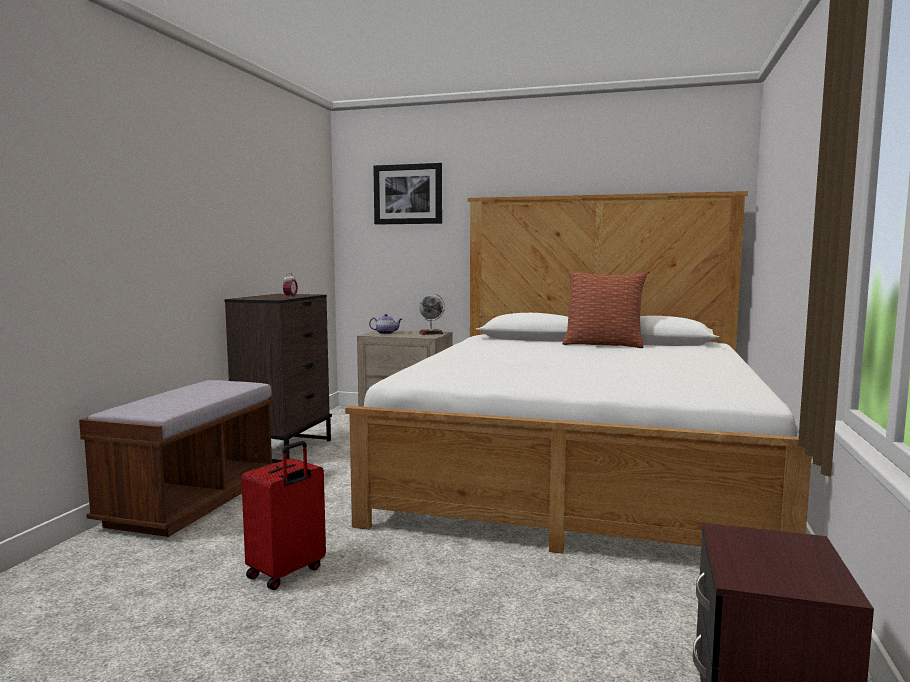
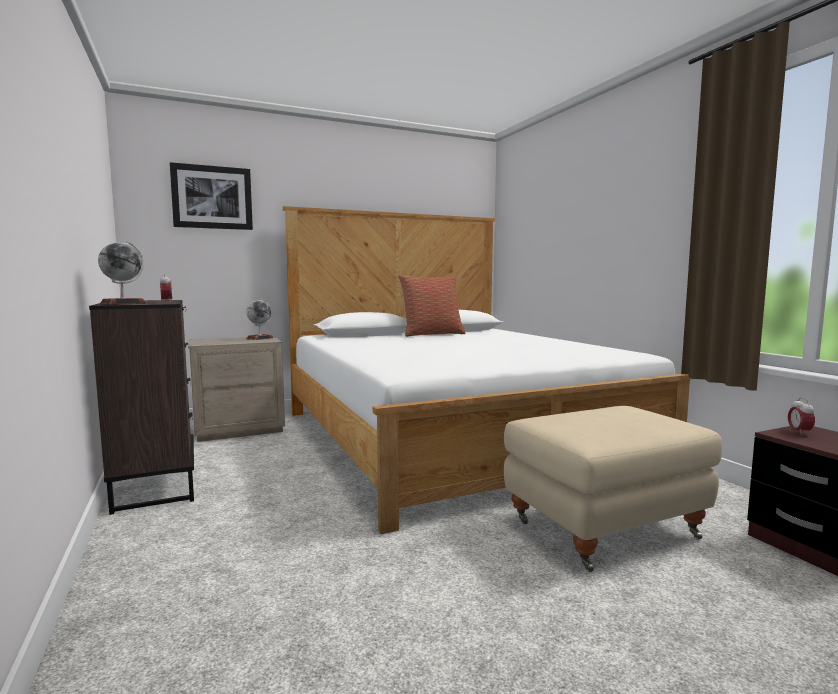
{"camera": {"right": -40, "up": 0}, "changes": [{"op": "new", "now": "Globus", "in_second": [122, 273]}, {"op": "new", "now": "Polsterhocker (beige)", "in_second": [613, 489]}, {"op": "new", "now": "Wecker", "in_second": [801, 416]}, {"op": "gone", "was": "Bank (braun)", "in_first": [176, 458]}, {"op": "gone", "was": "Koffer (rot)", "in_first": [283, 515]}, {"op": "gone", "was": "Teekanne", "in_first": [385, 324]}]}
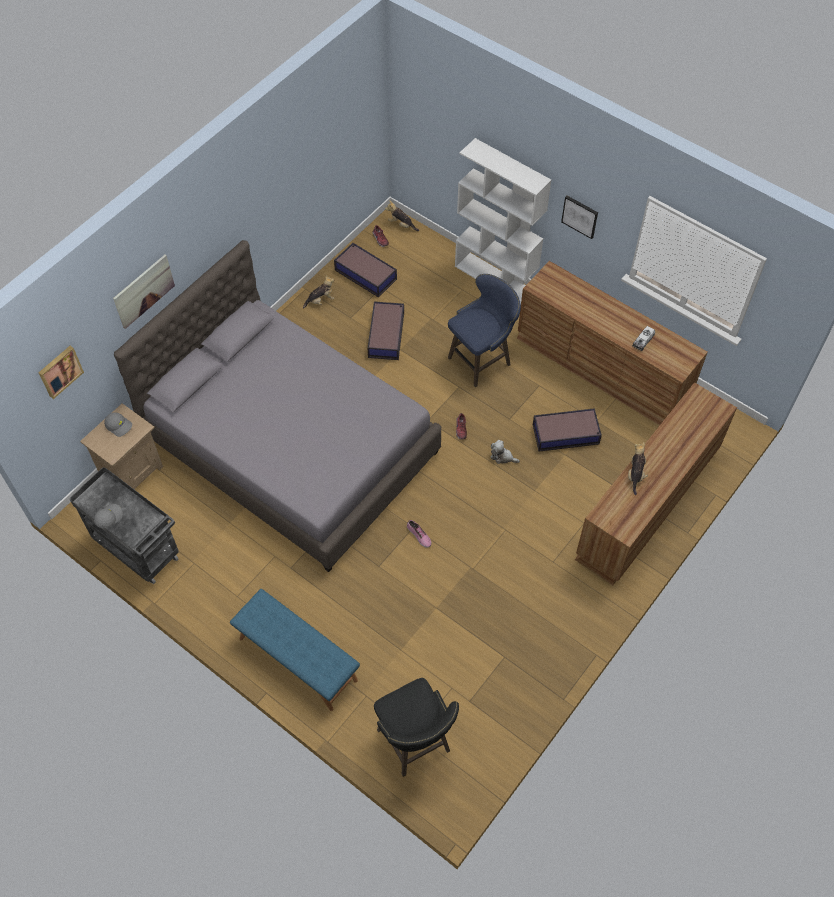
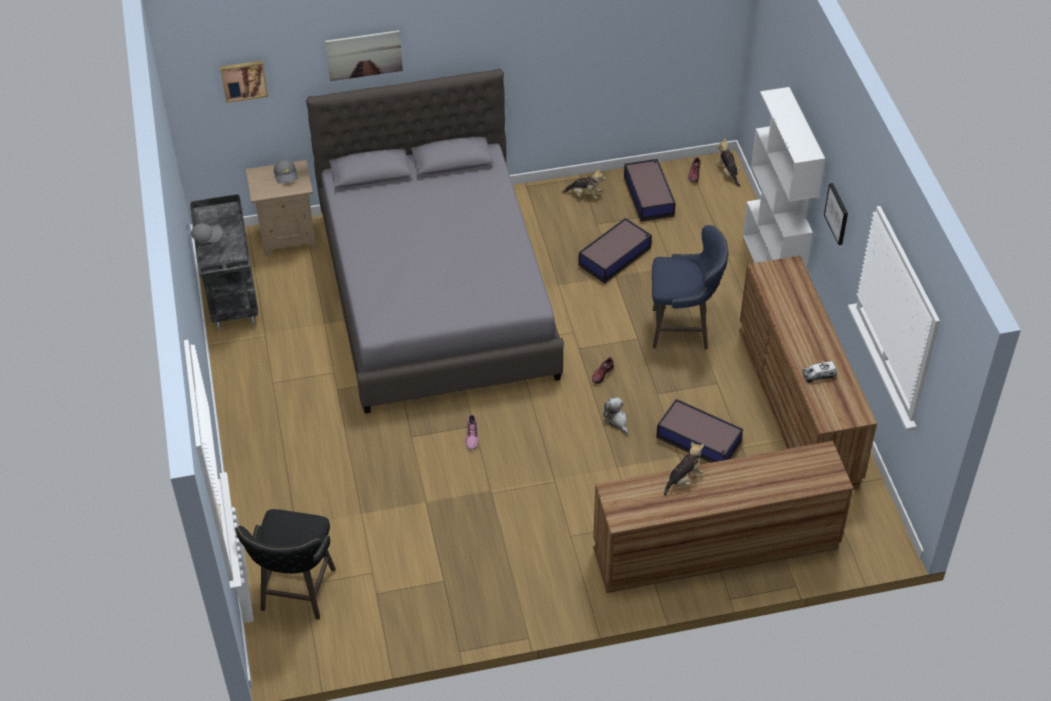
{"camera": {"right": 40, "up": -10}, "changes": [{"op": "gone", "was": "Bank (blau)", "in_first": [295, 650]}]}
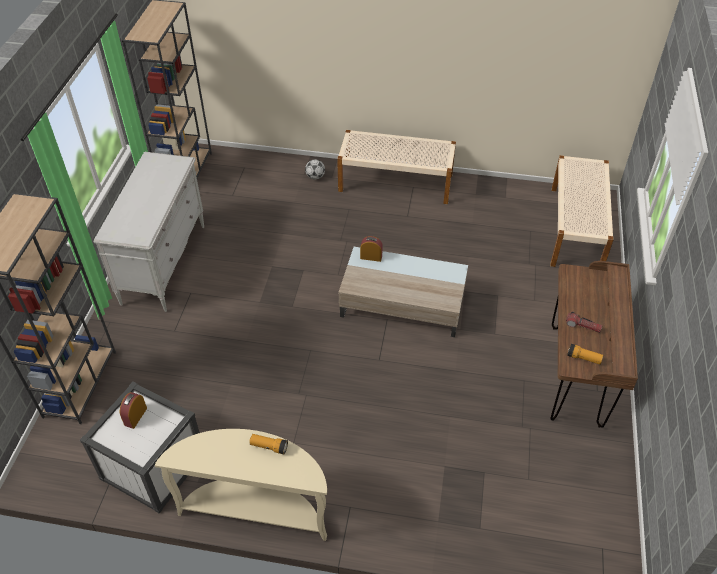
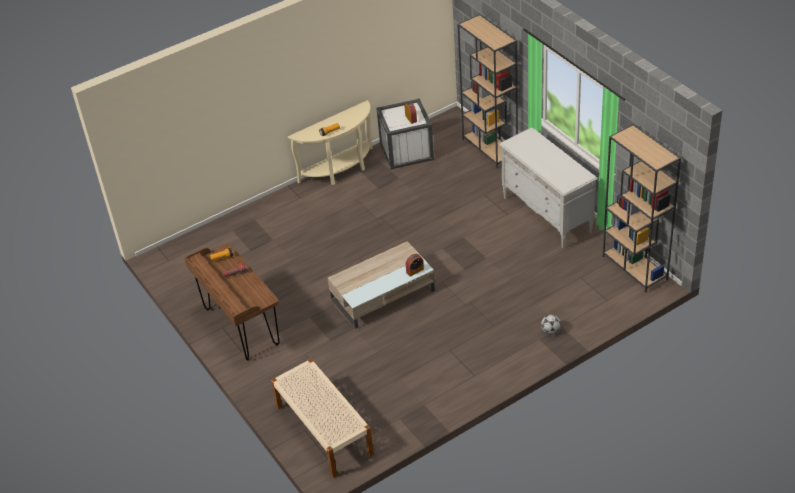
{"camera": {"right": 140, "up": -5}, "changes": [{"op": "gone", "was": "Bank (beige)", "in_first": [396, 167]}]}
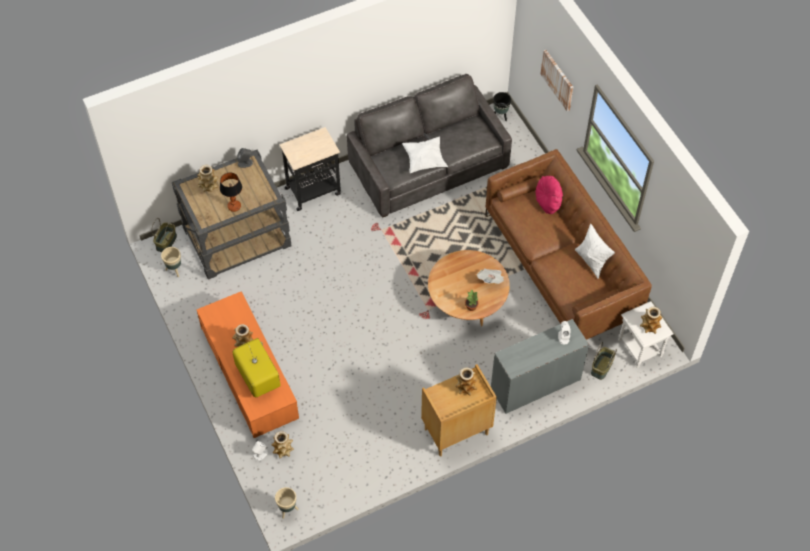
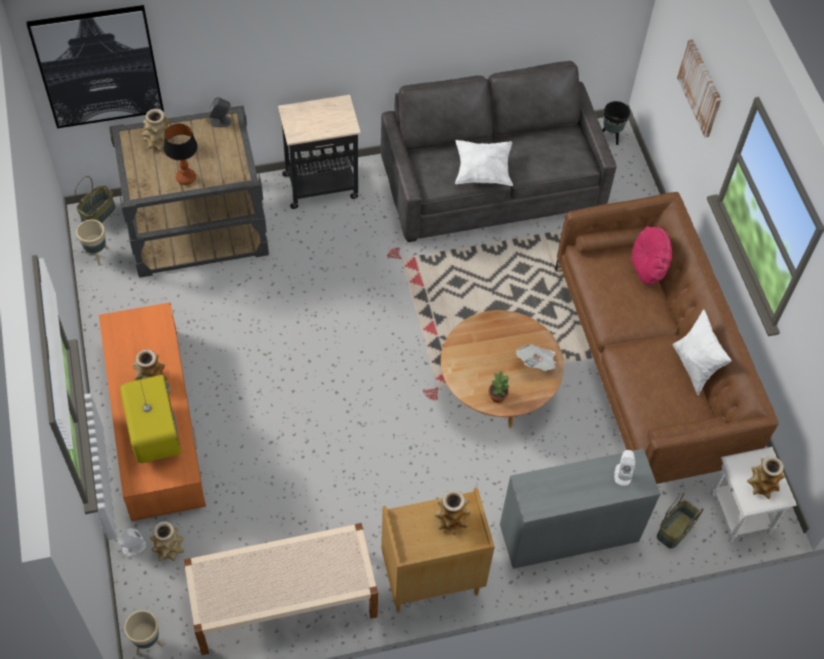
{"camera": {"right": 10, "up": 0}, "changes": [{"op": "new", "now": "Bild", "in_second": [95, 66]}, {"op": "new", "now": "Bank (beige)", "in_second": [280, 589]}]}
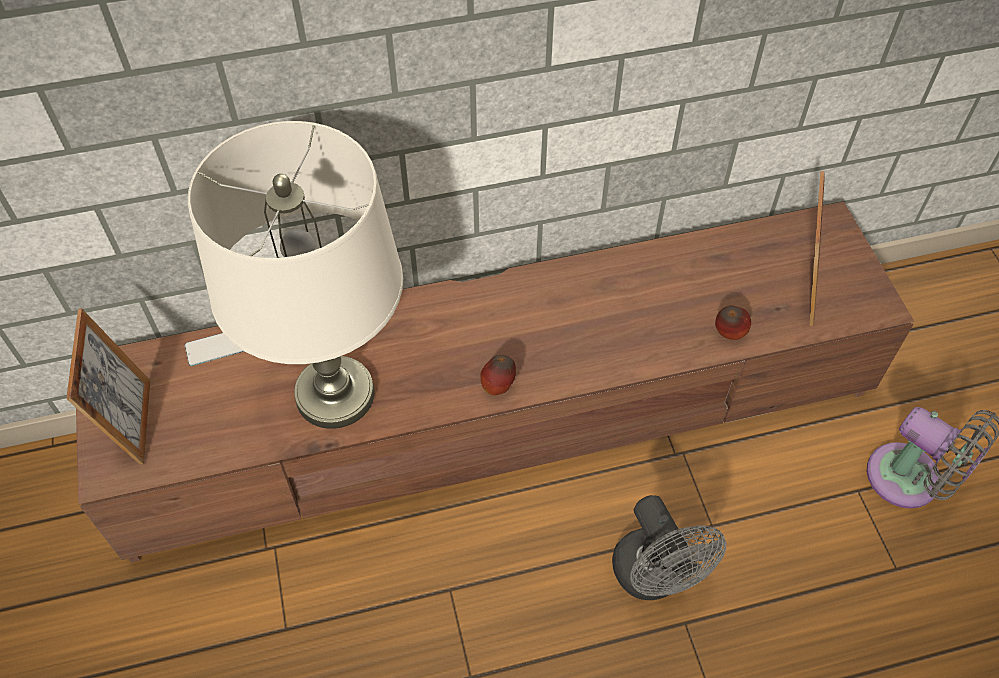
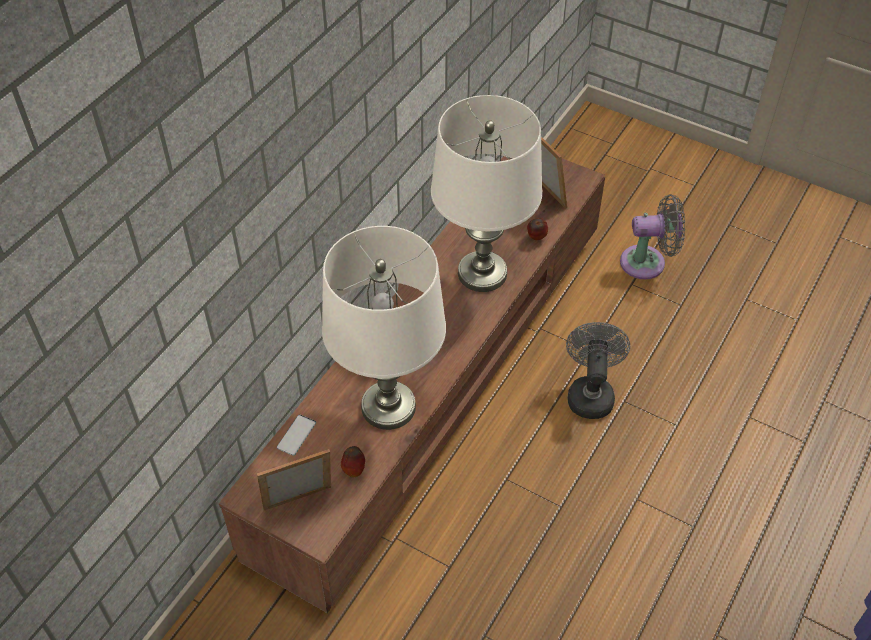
{"camera": {"right": -45, "up": -5}, "changes": [{"op": "rotated", "was": "Bilderrahmen", "in_first": [108, 386], "in_second": [294, 479], "clockwise": -60}, {"op": "shifted", "was": "Apfel", "in_first": [498, 375], "in_second": [353, 461]}, {"op": "new", "now": "Tischlampe (weiß)", "in_second": [486, 193]}, {"op": "rotated", "was": "Ventilator (grau)", "in_first": [669, 547], "in_second": [598, 370], "clockwise": -105}]}
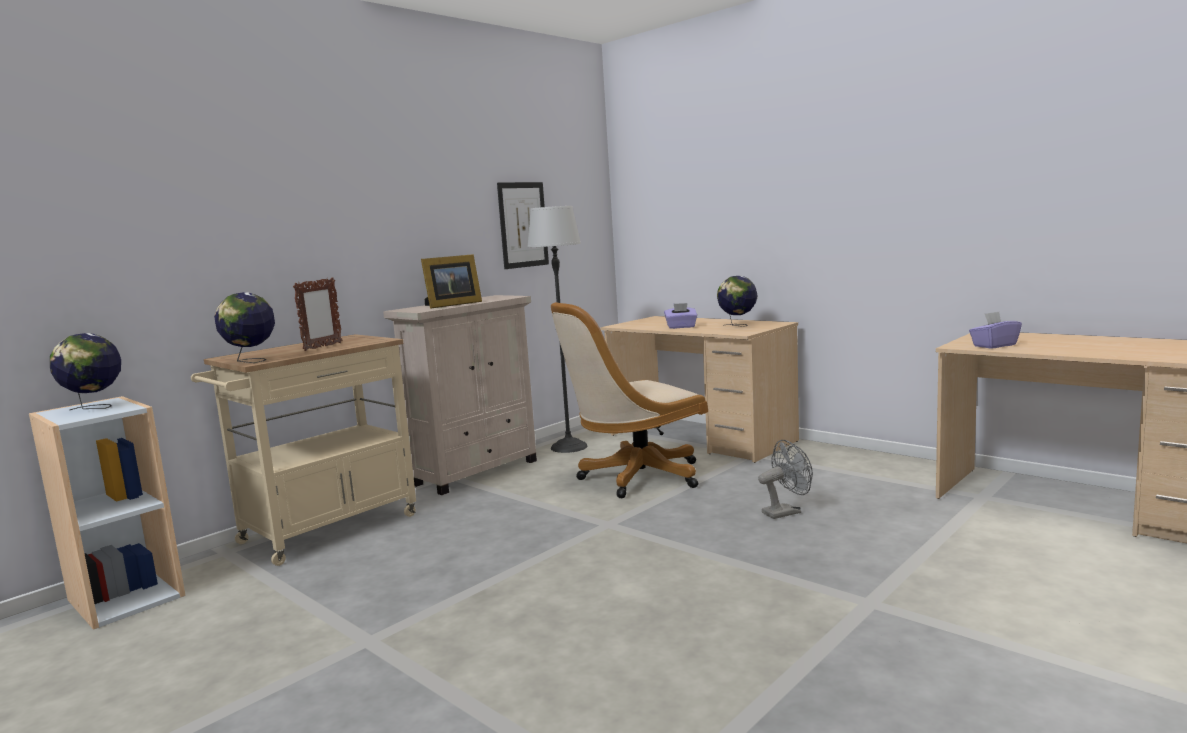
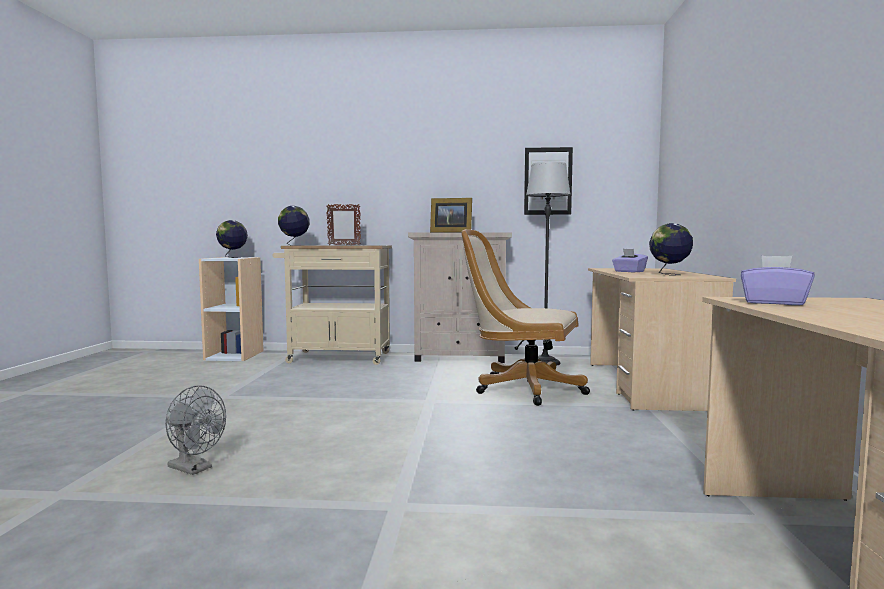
{"camera": {"right": 50, "up": -5}, "changes": [{"op": "shifted", "was": "Ventilator (grau)", "in_first": [785, 479], "in_second": [195, 430]}]}
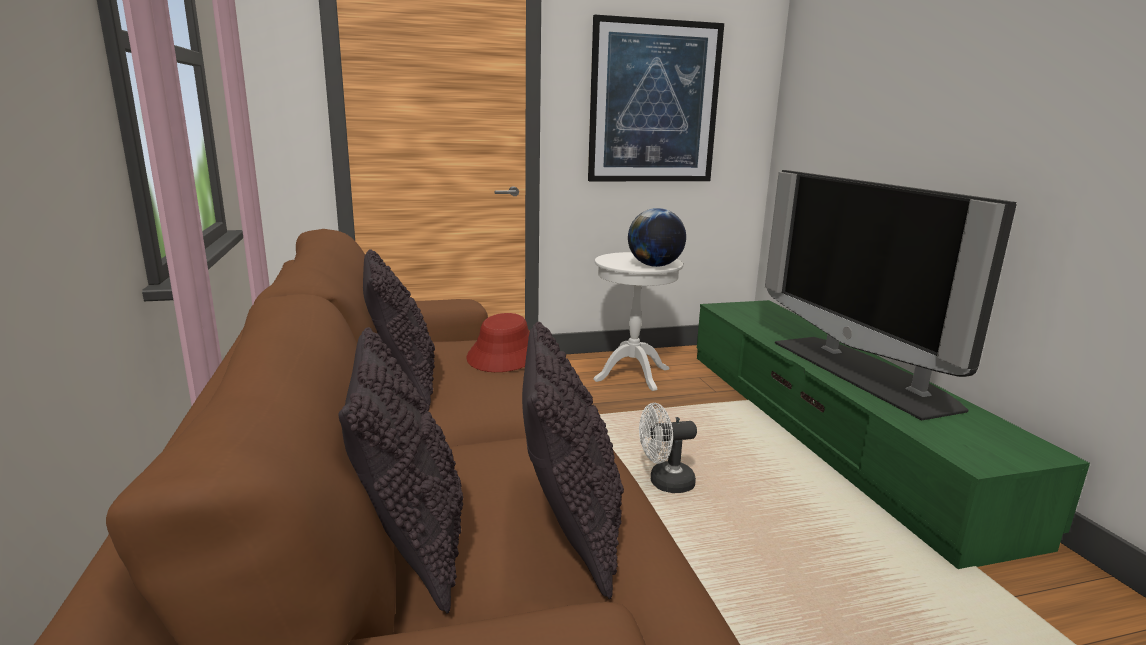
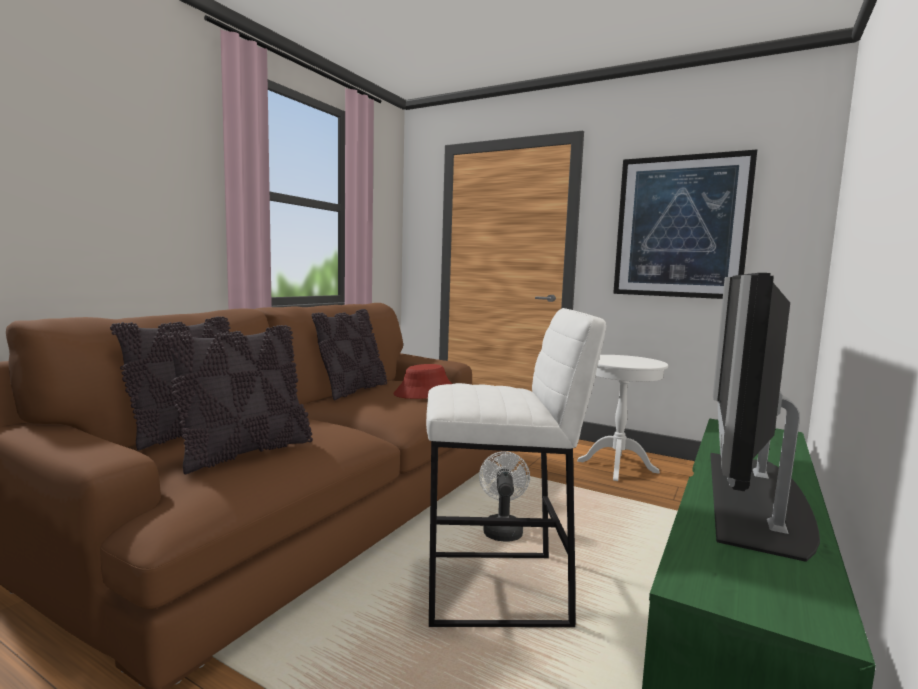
{"camera": {"right": 45, "up": -10}, "changes": [{"op": "new", "now": "Hocker (weiß)", "in_second": [516, 467]}, {"op": "rotated", "was": "Ventilator (weiß)", "in_first": [668, 448], "in_second": [504, 496], "clockwise": 60}, {"op": "gone", "was": "Globus", "in_first": [657, 237]}]}
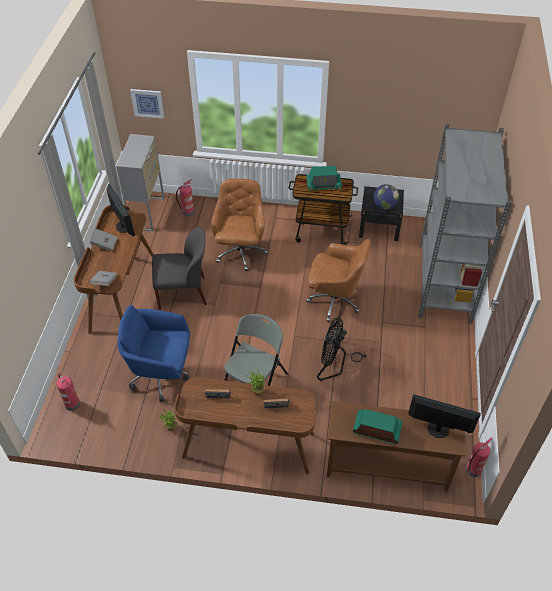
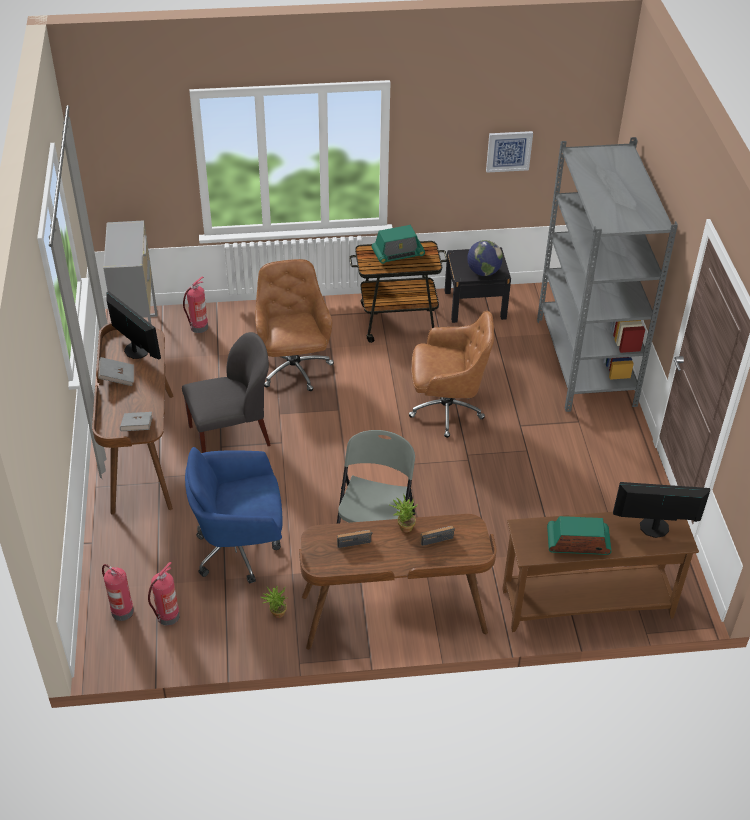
{"camera": {"right": -15, "up": -5}, "changes": [{"op": "shifted", "was": "Feuerlöscher", "in_first": [479, 457], "in_second": [164, 594]}, {"op": "shifted", "was": "Bild", "in_first": [147, 104], "in_second": [509, 152]}, {"op": "gone", "was": "Ventilator (schwarz)", "in_first": [342, 349]}]}
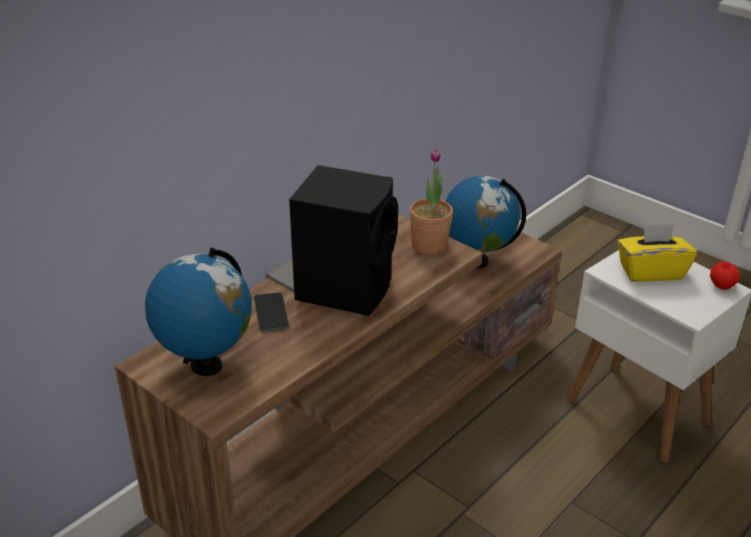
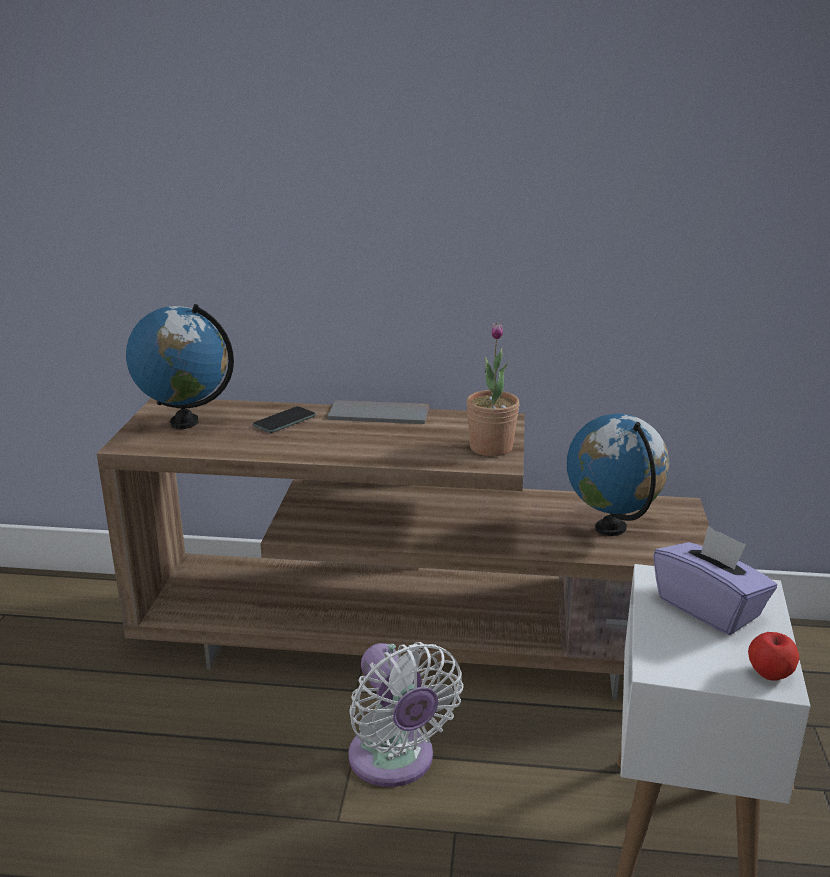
{"camera": {"right": 55, "up": -10}, "changes": [{"op": "new", "now": "Ventilator (weiß)", "in_second": [405, 714]}, {"op": "repainted", "was": "Taschentuchbox (gelb)", "now": "Taschentuchbox (lila)", "in_first": [657, 253], "in_second": [715, 580]}, {"op": "gone", "was": "Lautsprecher (schwarz)", "in_first": [343, 240]}]}
